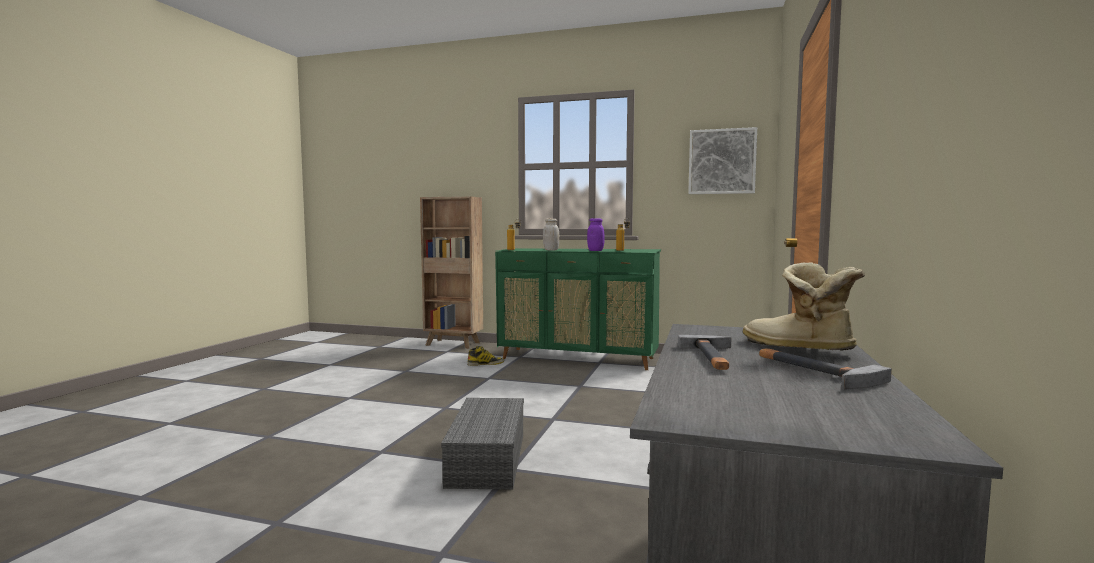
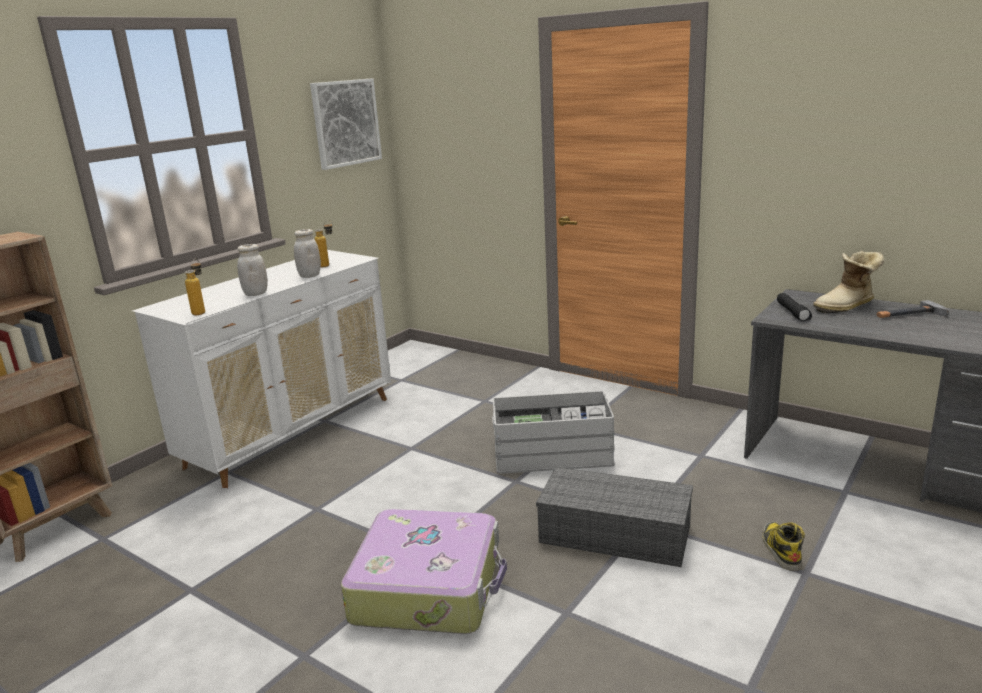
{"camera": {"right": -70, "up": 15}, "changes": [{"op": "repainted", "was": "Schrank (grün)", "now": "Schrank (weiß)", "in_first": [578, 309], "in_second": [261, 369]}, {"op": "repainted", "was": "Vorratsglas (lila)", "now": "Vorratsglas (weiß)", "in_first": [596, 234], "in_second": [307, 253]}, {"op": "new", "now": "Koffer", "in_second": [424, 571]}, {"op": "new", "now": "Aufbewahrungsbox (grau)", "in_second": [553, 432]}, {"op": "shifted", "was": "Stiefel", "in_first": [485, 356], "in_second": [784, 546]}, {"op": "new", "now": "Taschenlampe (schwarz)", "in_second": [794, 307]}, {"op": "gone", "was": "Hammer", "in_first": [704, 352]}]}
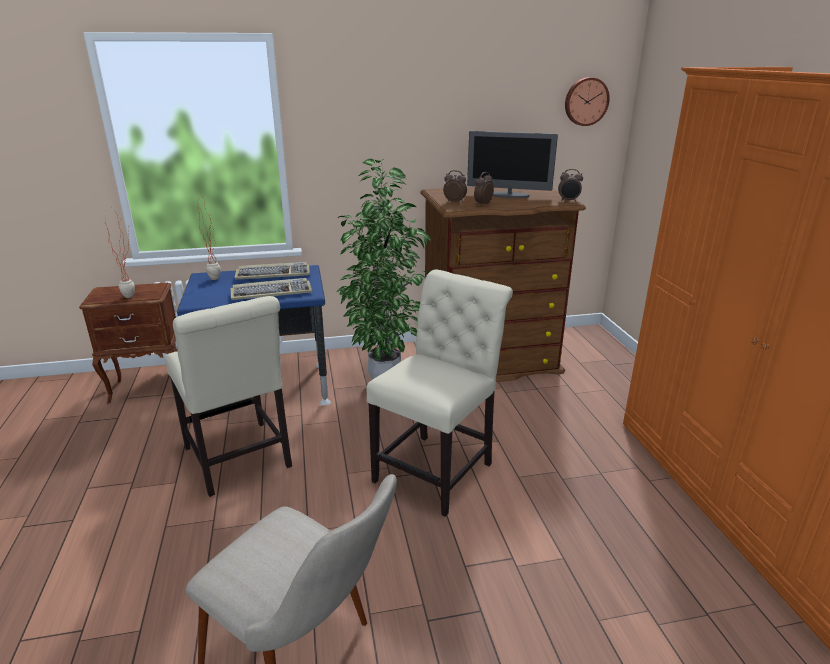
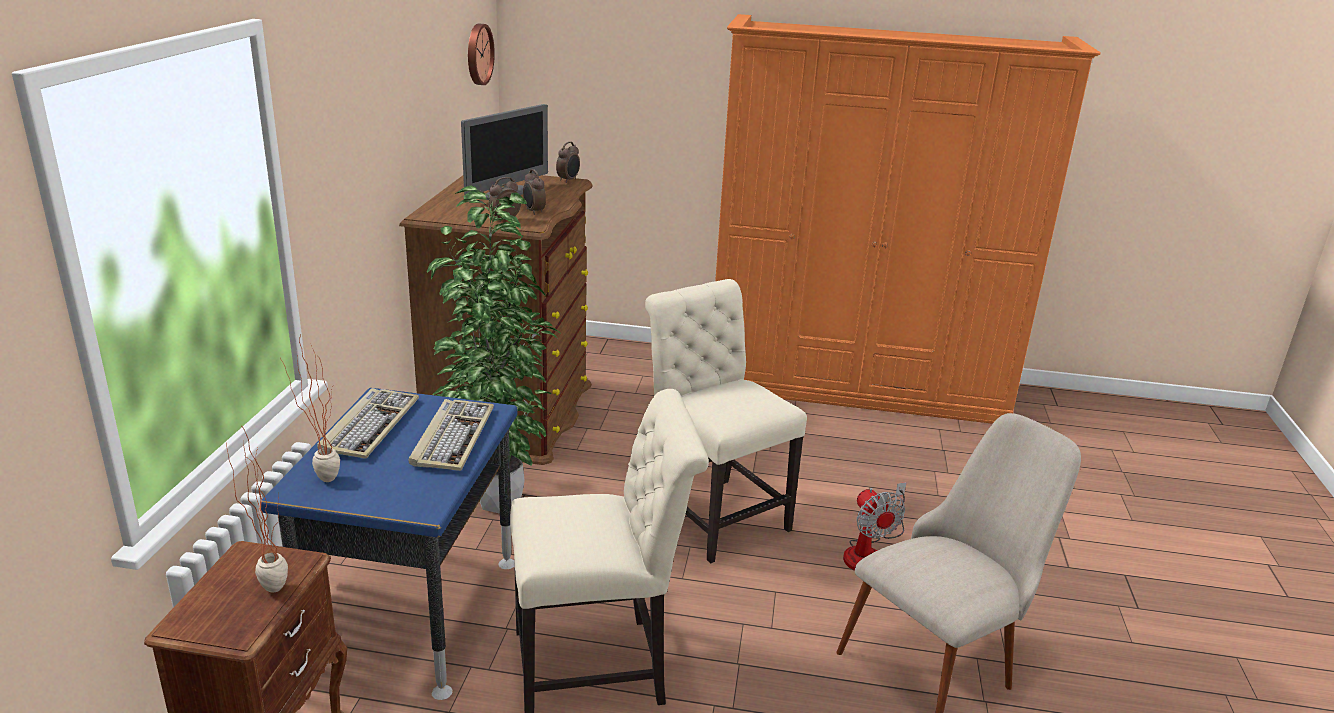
{"camera": {"right": -70, "up": 0}, "changes": [{"op": "new", "now": "Ventilator", "in_second": [875, 526]}]}
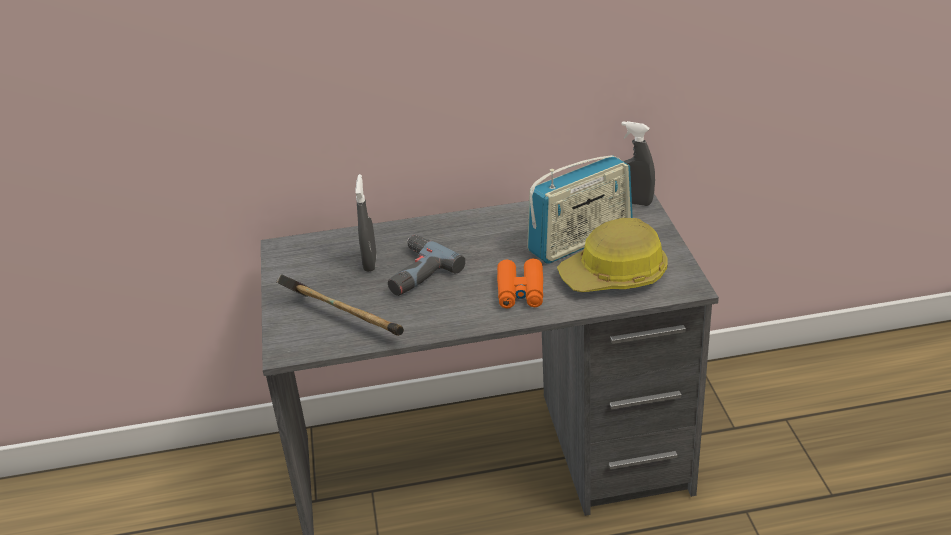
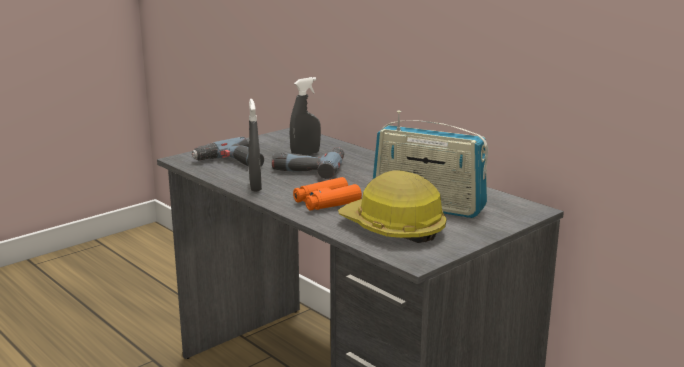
{"camera": {"right": 55, "up": -15}, "changes": [{"op": "swapped", "was": "Hammer", "now": "Bohrmaschine", "in_first": [340, 305], "in_second": [227, 151]}, {"op": "shifted", "was": "Sprühflasche (grau)", "in_first": [638, 163], "in_second": [255, 145]}]}
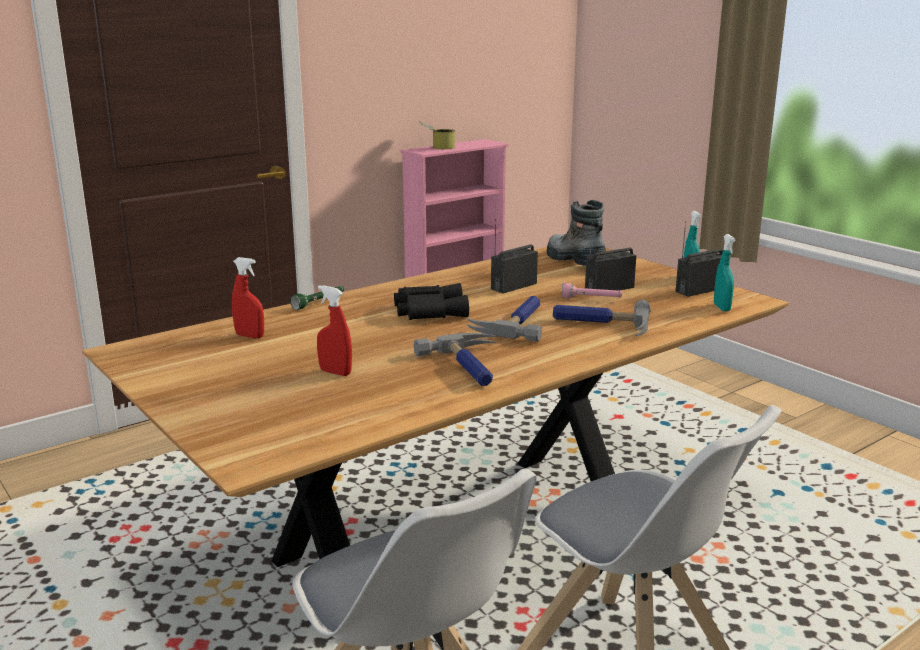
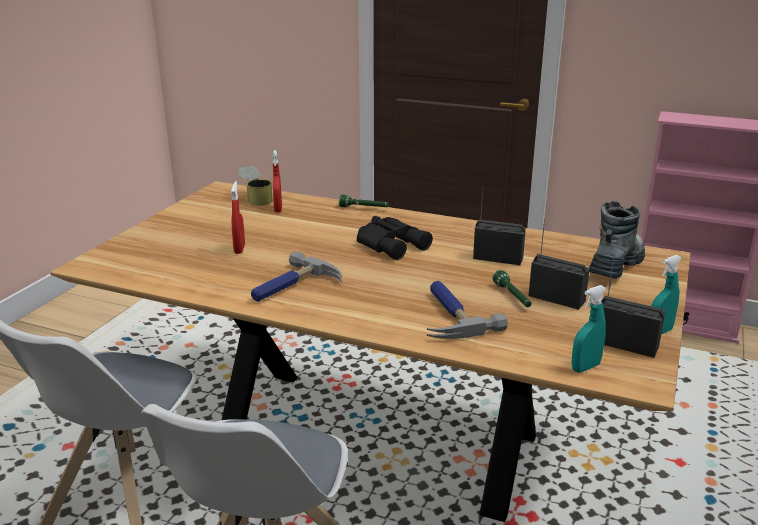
{"camera": {"right": 60, "up": 5}, "changes": [{"op": "shifted", "was": "Dose", "in_first": [437, 135], "in_second": [255, 185]}, {"op": "repainted", "was": "Taschenlampe (rosa)", "now": "Taschenlampe (grün)", "in_first": [591, 290], "in_second": [512, 288]}, {"op": "gone", "was": "Hammer", "in_first": [504, 319]}]}
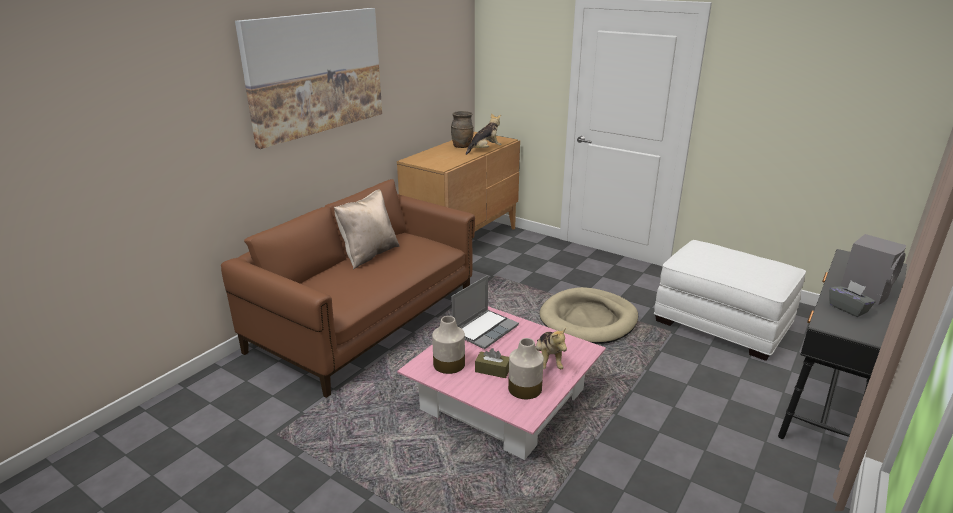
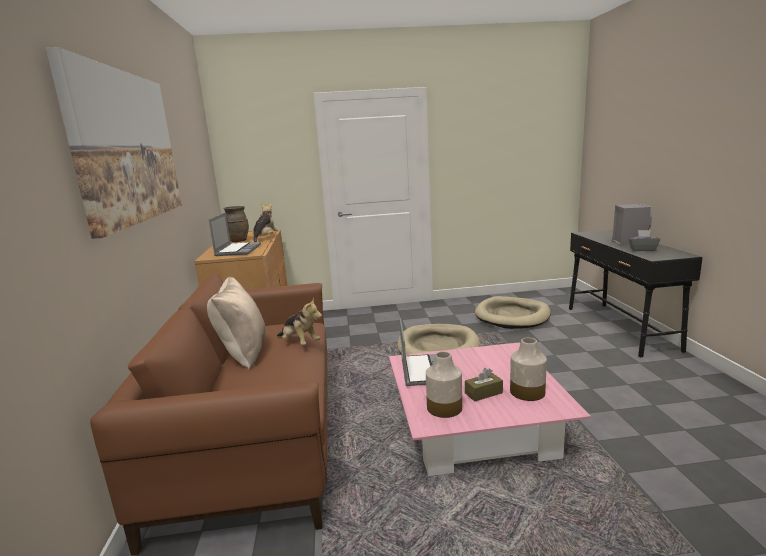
{"camera": {"right": -40, "up": -10}, "changes": [{"op": "new", "now": "Laptop", "in_second": [235, 234]}, {"op": "shifted", "was": "Plüschtier", "in_first": [551, 348], "in_second": [299, 321]}, {"op": "swapped", "was": "Polsterhocker (weiß)", "now": "Hundebett (beige)", "in_first": [730, 300], "in_second": [513, 312]}]}
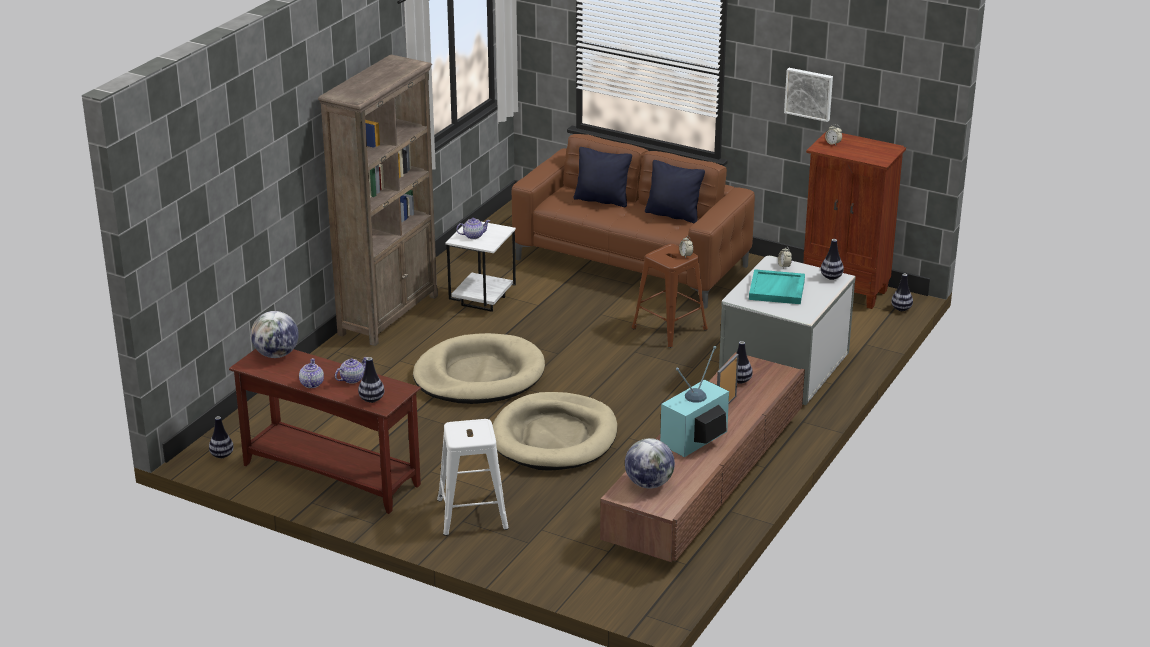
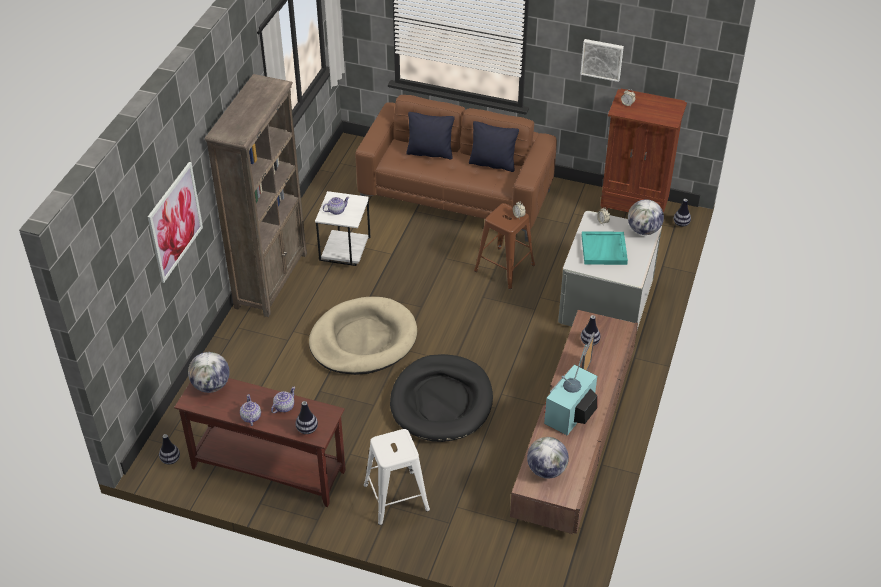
{"camera": {"right": -10, "up": 15}, "changes": [{"op": "new", "now": "Bild", "in_second": [175, 222]}, {"op": "repainted", "was": "Hundebett (beige)", "now": "Hundebett (schwarz)", "in_first": [554, 431], "in_second": [441, 398]}, {"op": "swapped", "was": "Vase", "now": "Globus", "in_first": [832, 259], "in_second": [646, 217]}]}
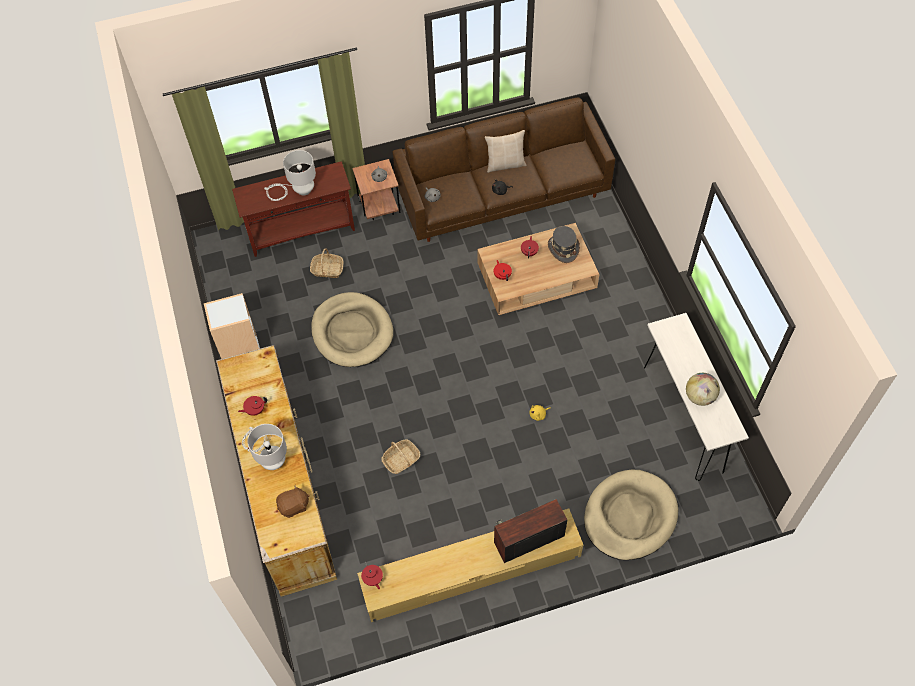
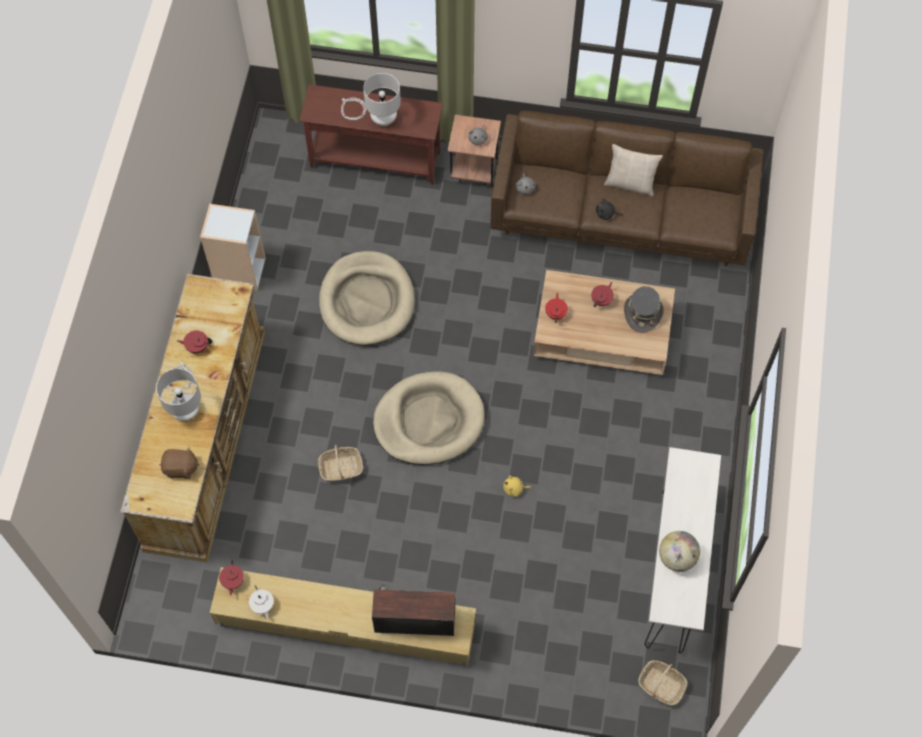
{"camera": {"right": 25, "up": 5}, "changes": [{"op": "new", "now": "Teekanne (weiß)", "in_second": [261, 602]}, {"op": "shifted", "was": "Hundebett (beige)", "in_first": [631, 514], "in_second": [429, 418]}, {"op": "shifted", "was": "Korb", "in_first": [326, 263], "in_second": [662, 683]}]}
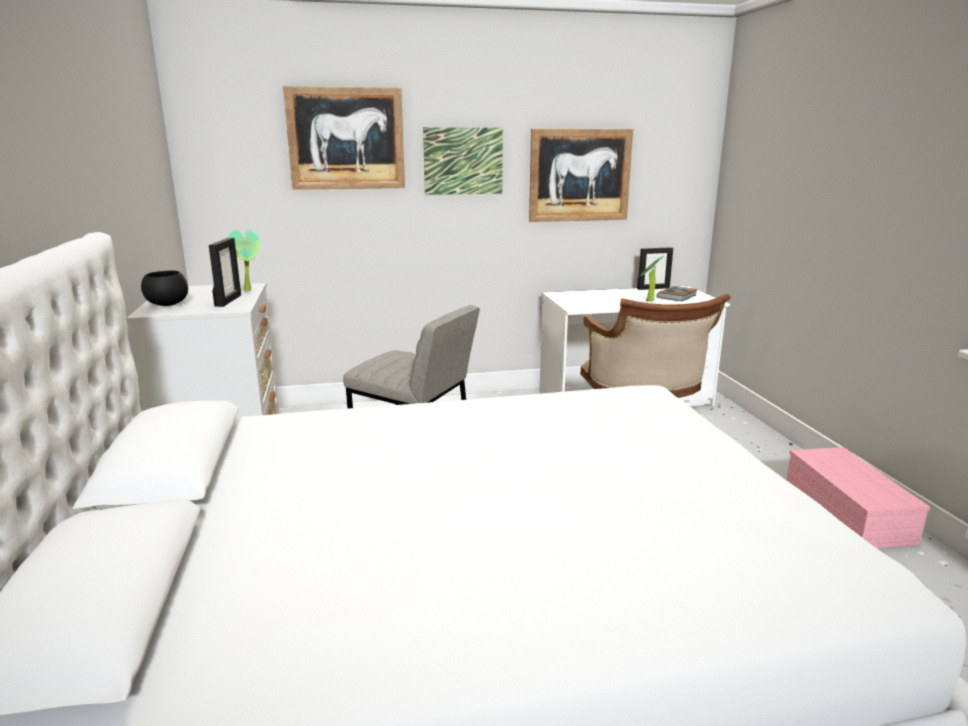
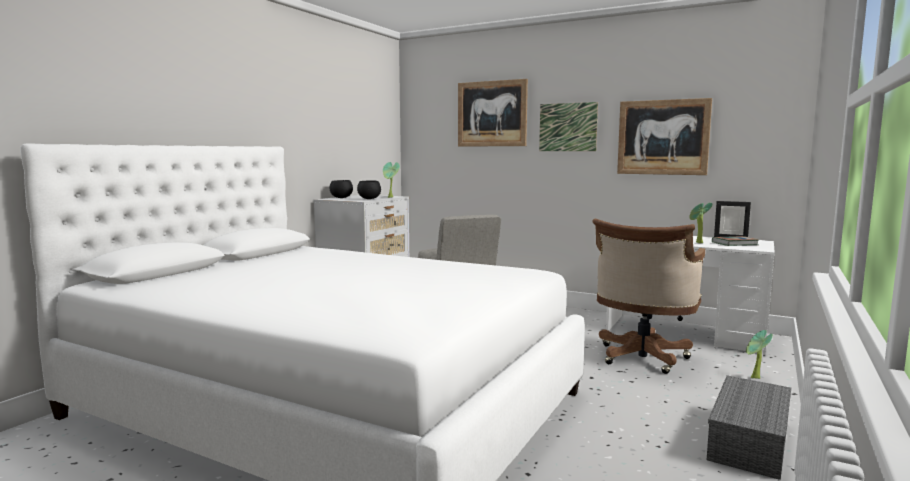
{"camera": {"right": 40, "up": -10}, "changes": [{"op": "swapped", "was": "Bilderrahmen", "now": "Schüssel (schwarz)", "in_first": [225, 272], "in_second": [369, 190]}, {"op": "repainted", "was": "Aufbewahrungsbox (rosa)", "now": "Aufbewahrungsbox (grau)", "in_first": [858, 498], "in_second": [749, 427]}, {"op": "new", "now": "Topfpflanze", "in_second": [759, 354]}]}
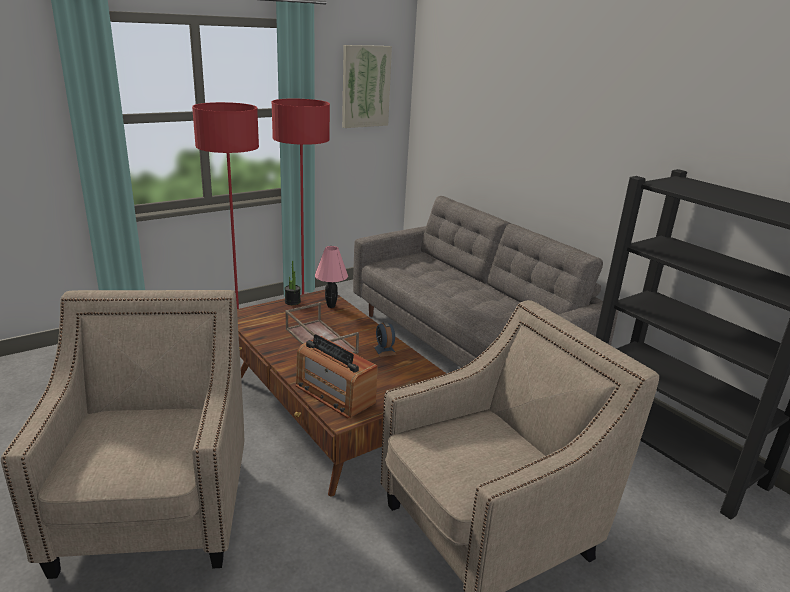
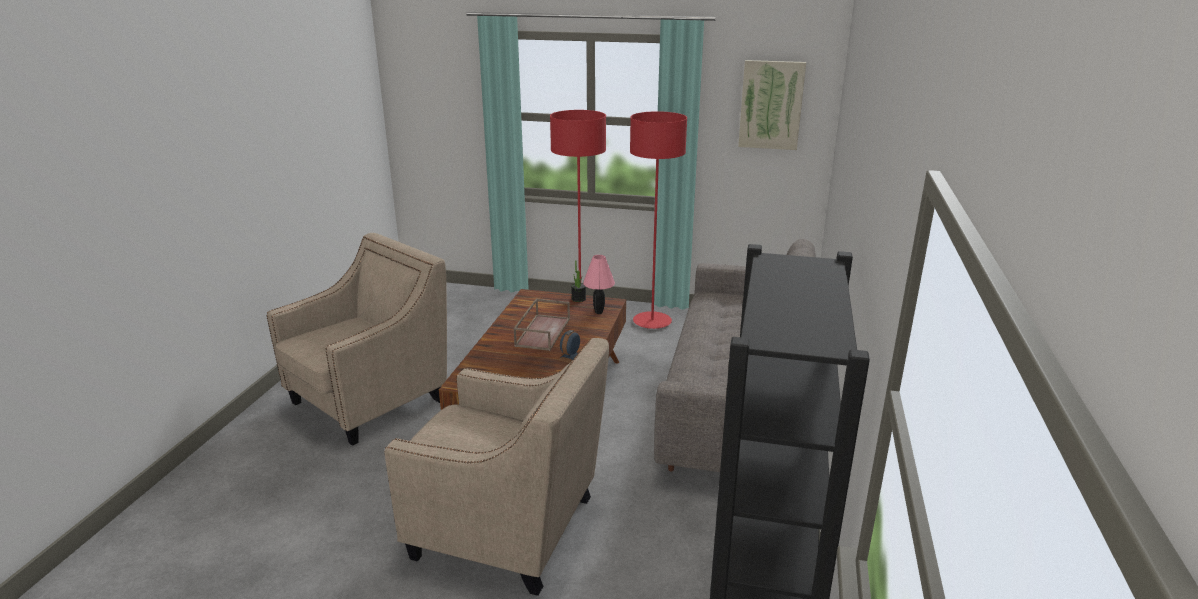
{"camera": {"right": 50, "up": 0}, "changes": [{"op": "gone", "was": "Radio", "in_first": [336, 376]}]}
